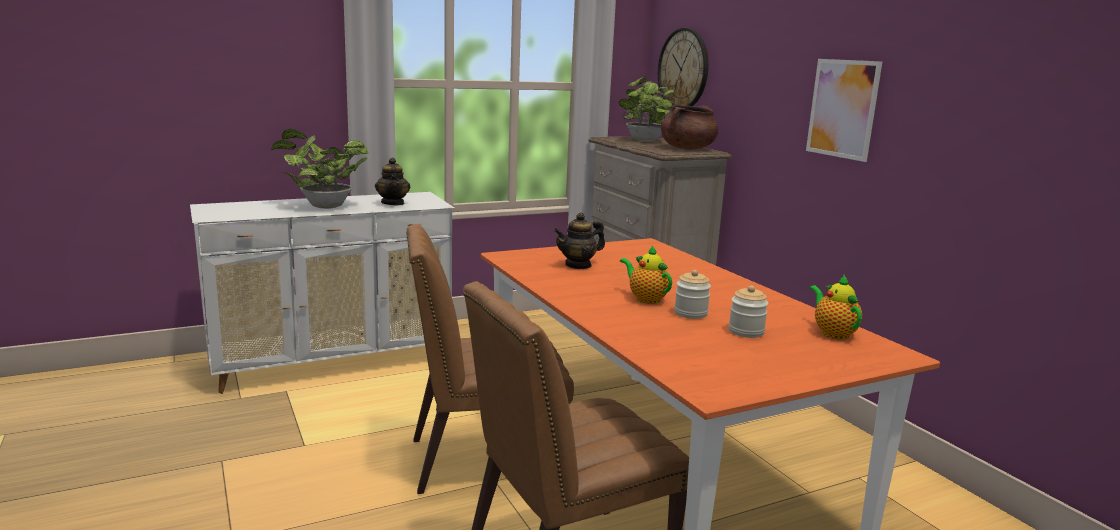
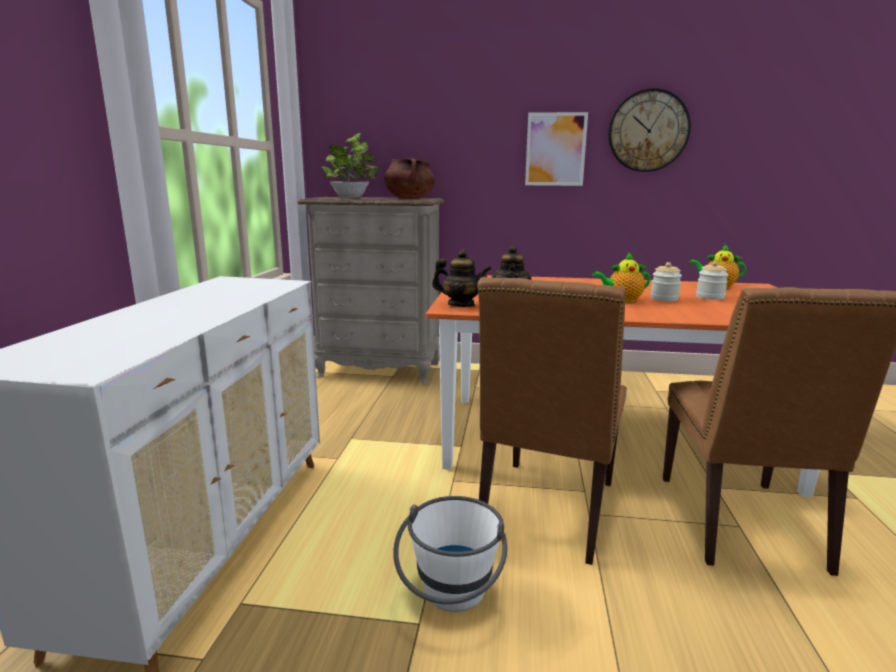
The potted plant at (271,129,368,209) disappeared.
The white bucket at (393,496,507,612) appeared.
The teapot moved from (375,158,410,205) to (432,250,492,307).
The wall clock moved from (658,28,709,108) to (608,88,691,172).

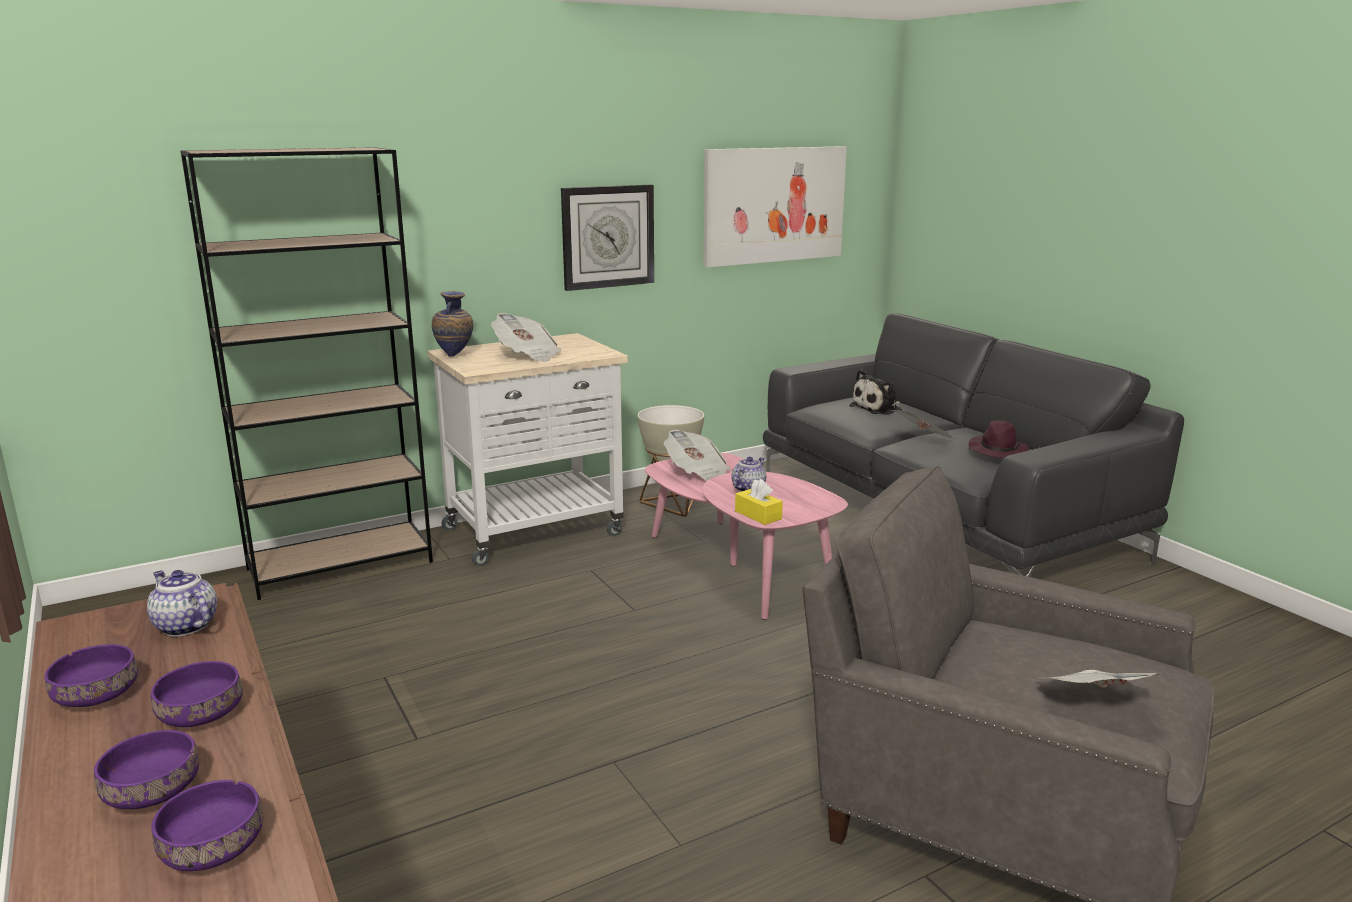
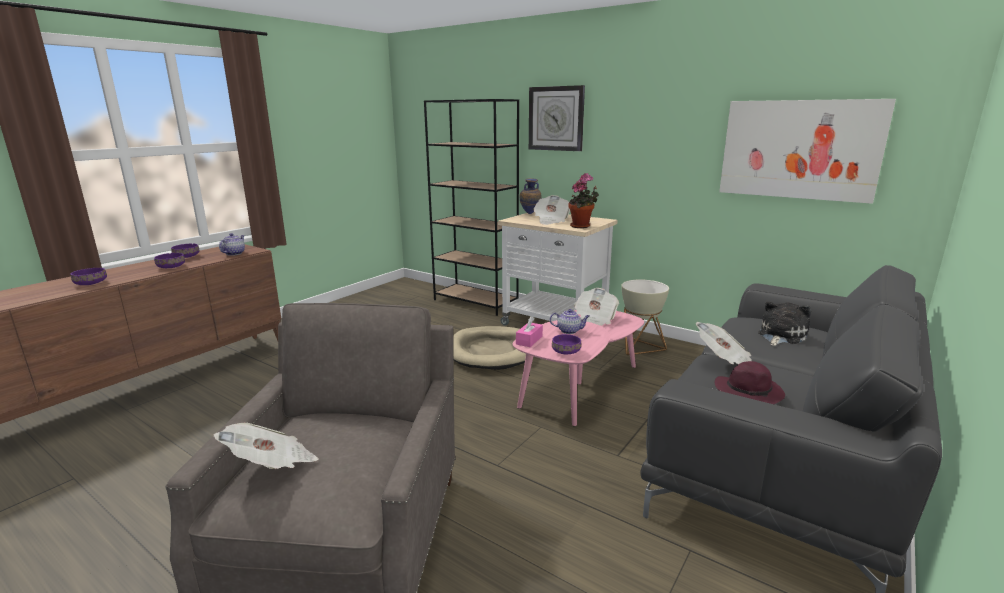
The beige dog bed at (453,326,526,370) appeared.
The potted plant at (568,173,599,228) appeared.
The purple bowl moved from (94,730,199,809) to (552,334,581,354).
The wall clock moved from (561,185,654,291) to (529,85,585,151).
The yellow tissue box at (735,479,783,525) became the pink tissue box at (516,317,543,347).
The plush toy at (849,370,902,415) turned 105 degrees clockwise.

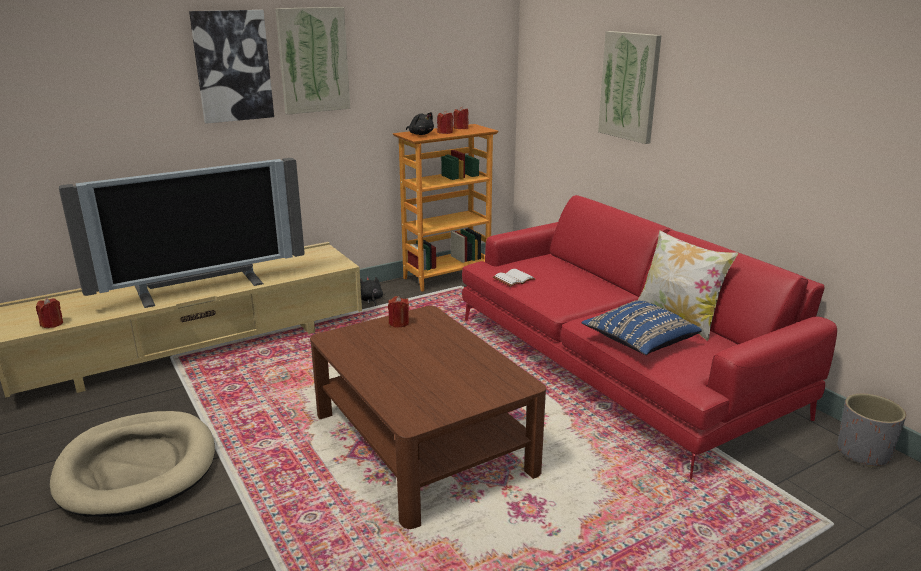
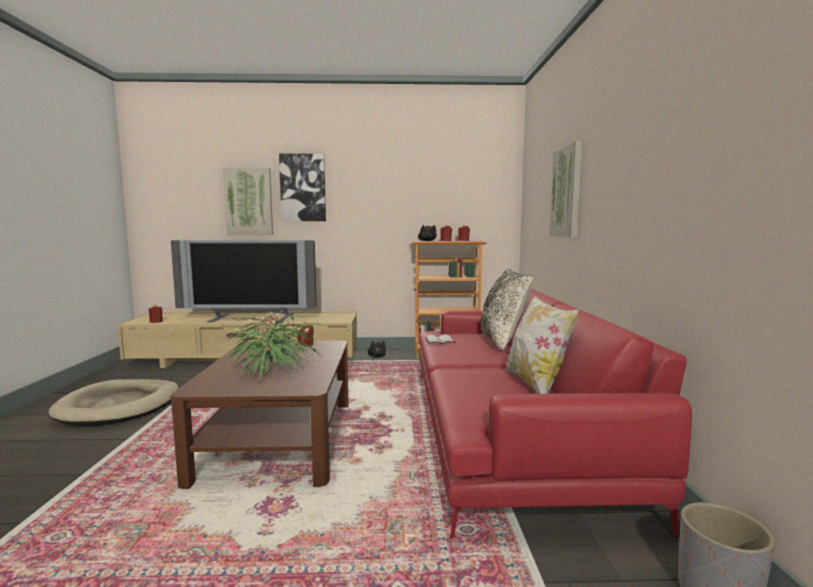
The blue pillow at (581,300,702,355) disappeared.
The potted plant at (228,311,324,381) appeared.
The beige pillow at (481,268,533,351) appeared.
The picture moved from (275,7,350,115) to (223,168,273,235).

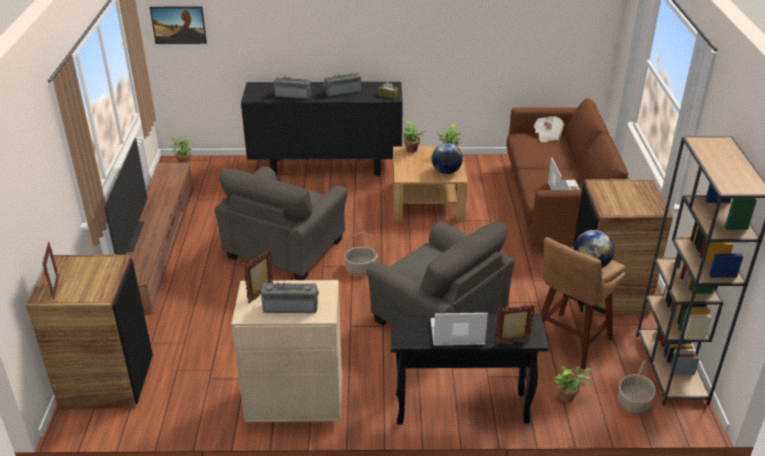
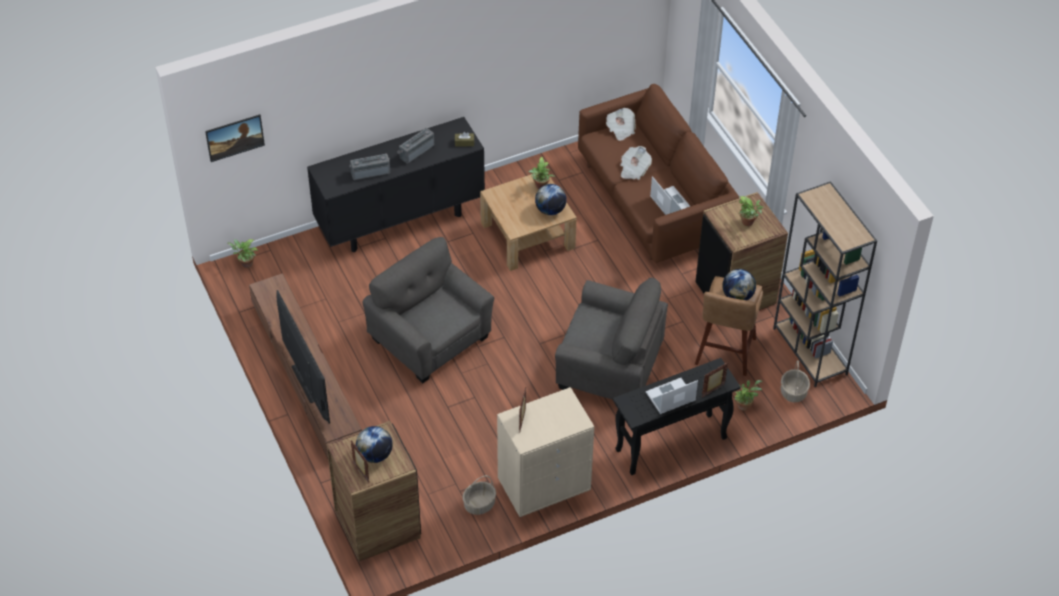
The radio at (260,282,319,313) disappeared.
The globe at (356,426,393,463) appeared.
The newspaper at (620,146,652,180) appeared.
The basket moved from (344,232,378,275) to (463,475,496,515).
The potted plant moved from (403,121,425,153) to (739,196,764,226).
The grey armchair at (215,166,348,280) turned 135 degrees clockwise.

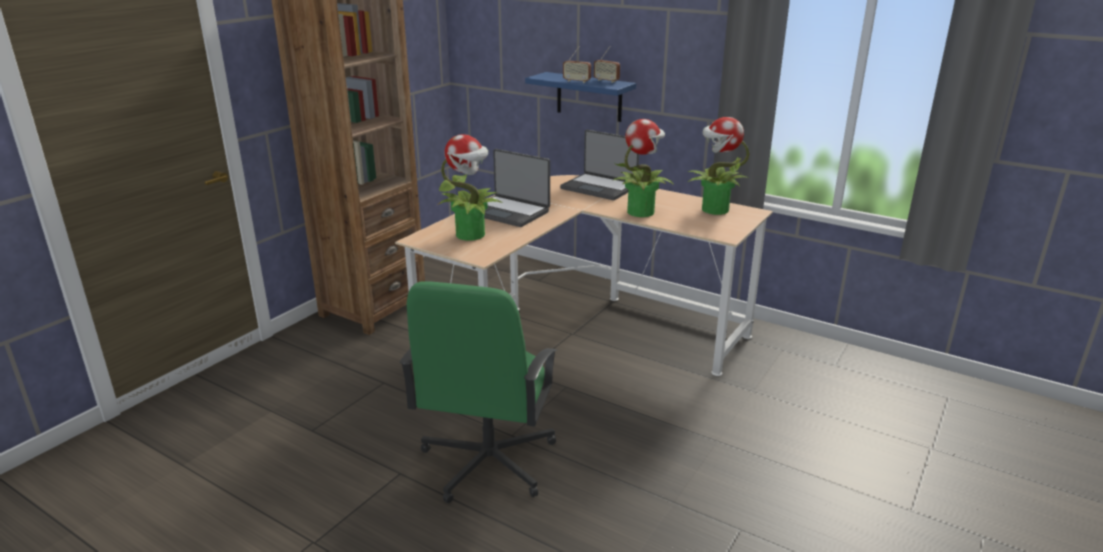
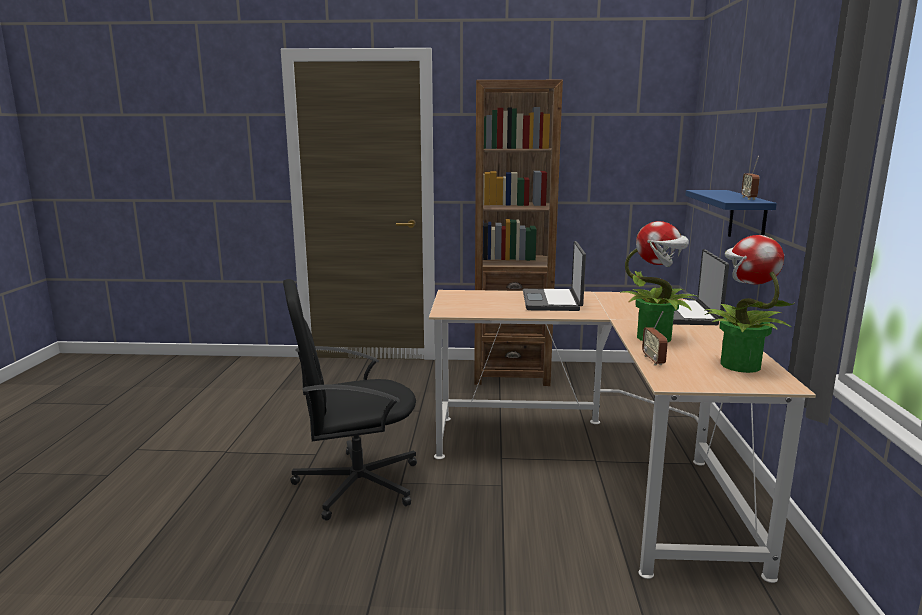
The potted plant at (438,134,504,241) disappeared.
The radio moved from (563,46,591,83) to (642,311,668,366).
The green office chair at (400,281,557,503) became the black office chair at (283,279,417,521).

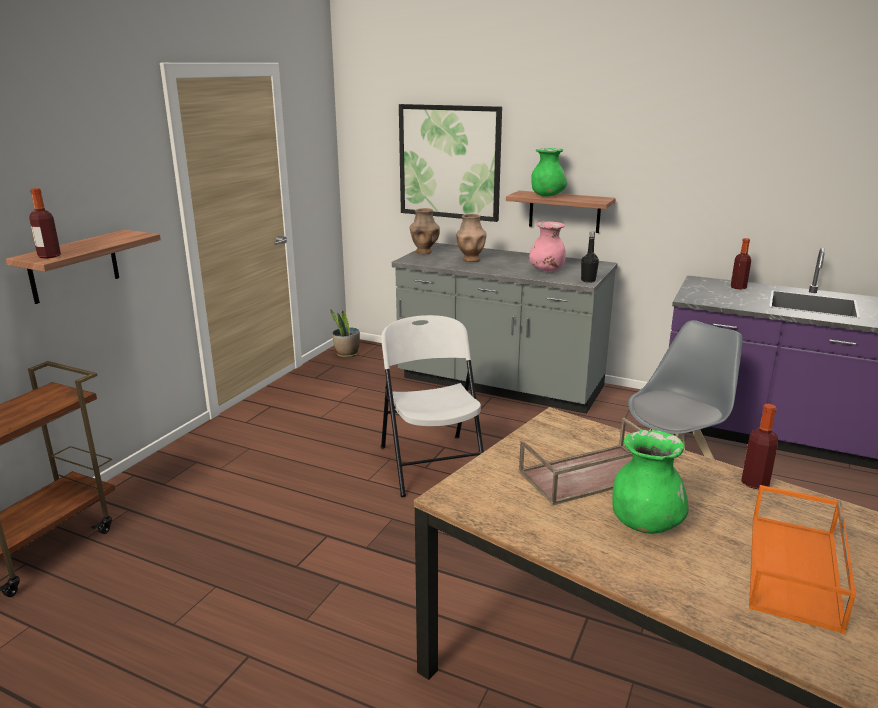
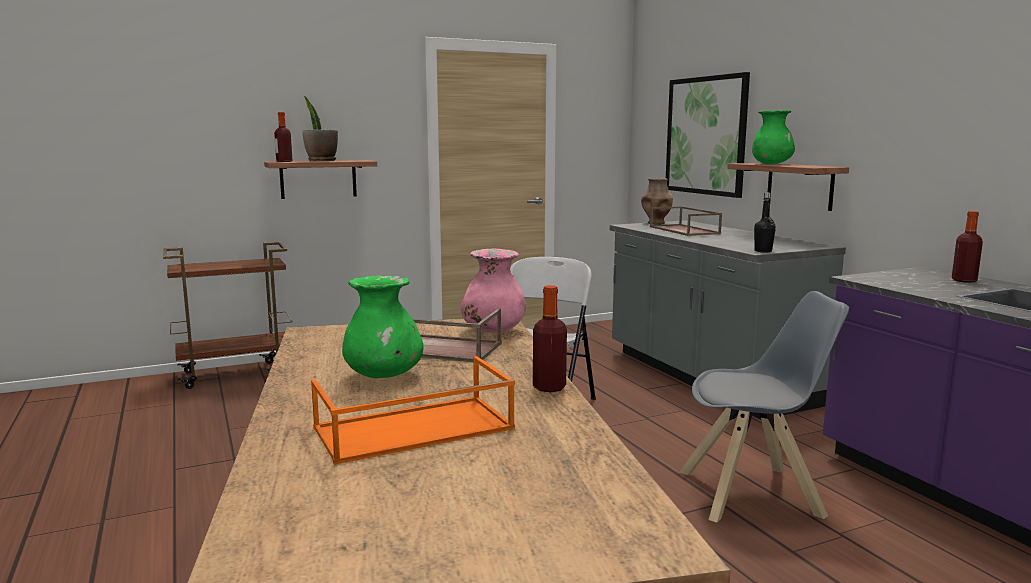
The potted plant moved from (331,310,360,358) to (302,96,338,161).
The pink vase moved from (529,221,566,271) to (461,248,526,333).
The brown vase at (456,214,486,262) was replaced by the brown tray at (650,206,722,236).

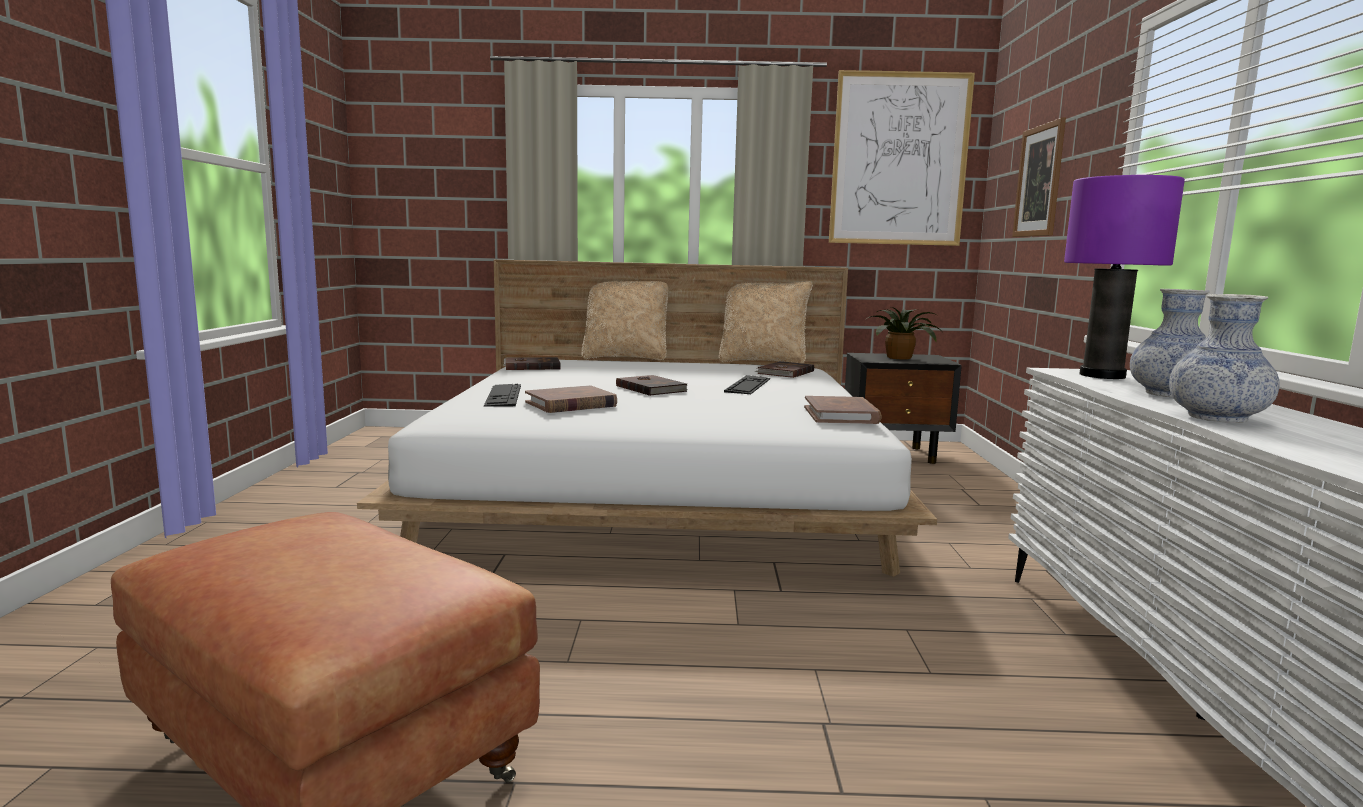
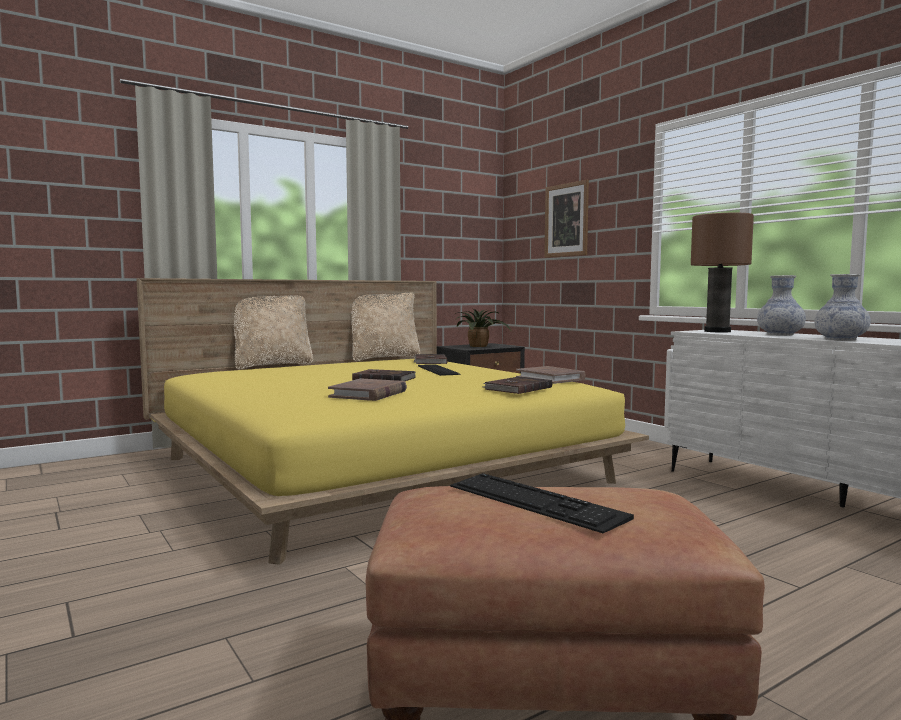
The picture at (829,70,975,246) disappeared.
The keyboard moved from (484,384,521,407) to (450,473,634,533).
The brown book moved from (503,357,560,370) to (483,377,552,394).
The white bed at (357,259,937,577) became the yellow bed at (136,278,649,565).
The purple table lamp at (1064,175,1185,379) became the brown table lamp at (691,213,754,332).

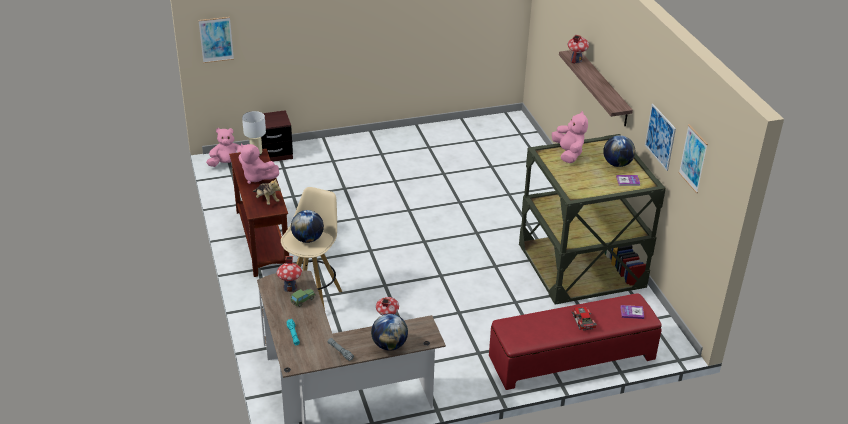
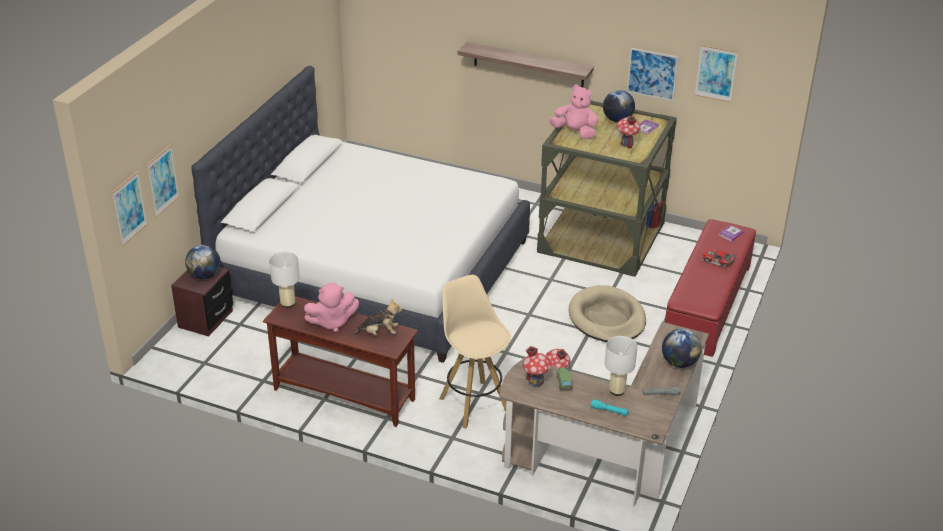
The pink plush toy at (206,128,242,167) disappeared.
The picture at (147,145,179,217) appeared.
The white bed at (191,66,530,363) appeared.
The beige dog bed at (568,285,646,342) appeared.
The white table lamp at (605,336,637,396) appeared.
The globe moved from (291,210,324,243) to (185,245,221,279).
The toy house moved from (568,34,589,64) to (616,116,641,149).

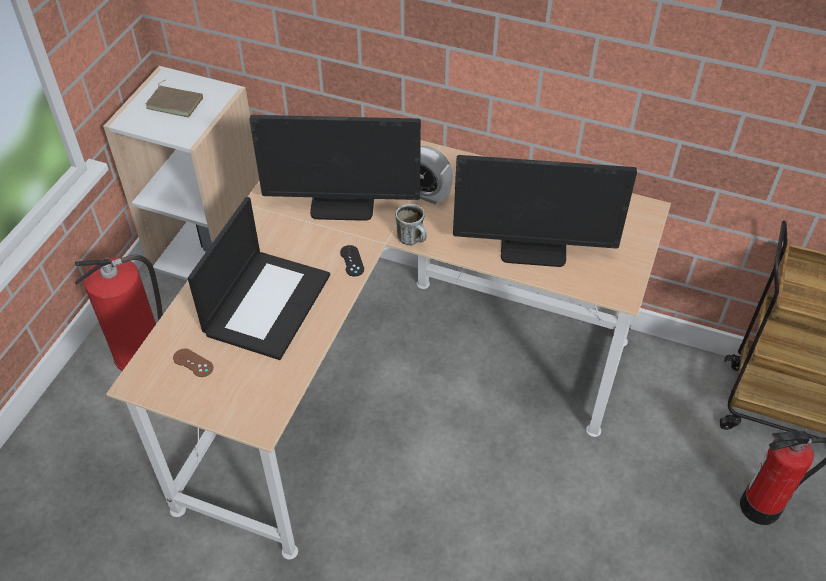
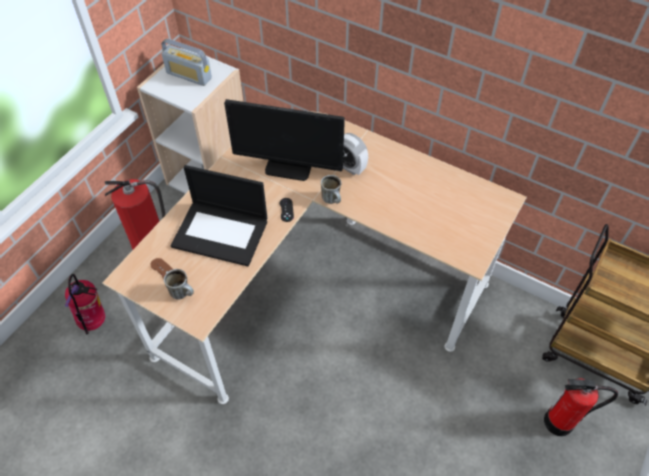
The monitor at (453,155,637,267) disappeared.
The fire extinguisher at (65,274,105,334) appeared.
The mug at (164,269,194,300) appeared.
The brown book at (146,80,203,117) was replaced by the radio at (161,39,212,86).
The laptop at (188,197,330,360) turned 75 degrees clockwise.

